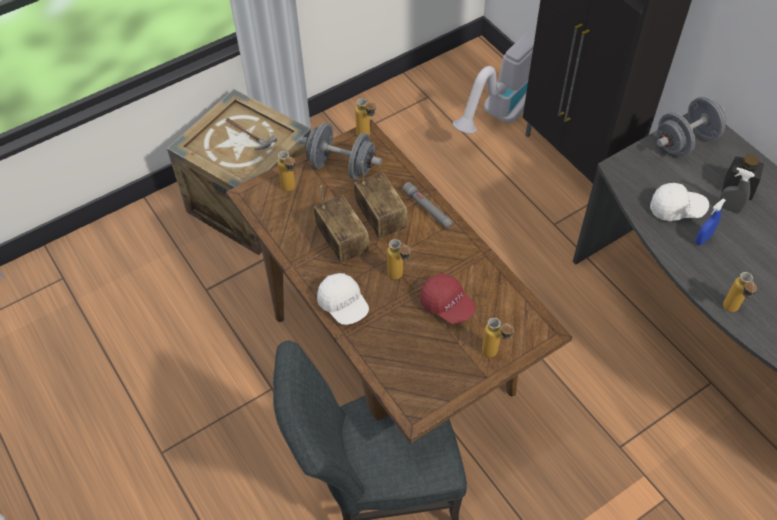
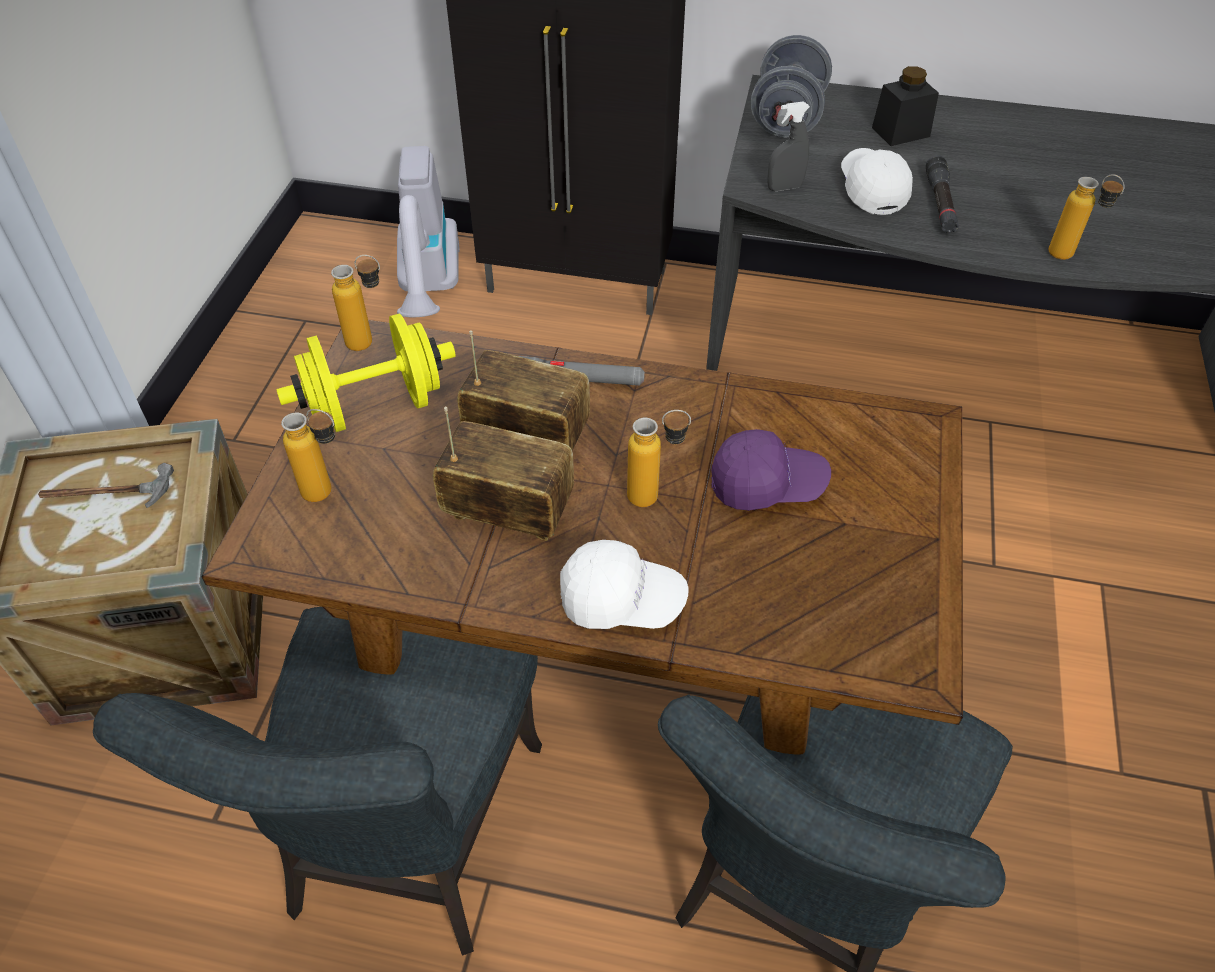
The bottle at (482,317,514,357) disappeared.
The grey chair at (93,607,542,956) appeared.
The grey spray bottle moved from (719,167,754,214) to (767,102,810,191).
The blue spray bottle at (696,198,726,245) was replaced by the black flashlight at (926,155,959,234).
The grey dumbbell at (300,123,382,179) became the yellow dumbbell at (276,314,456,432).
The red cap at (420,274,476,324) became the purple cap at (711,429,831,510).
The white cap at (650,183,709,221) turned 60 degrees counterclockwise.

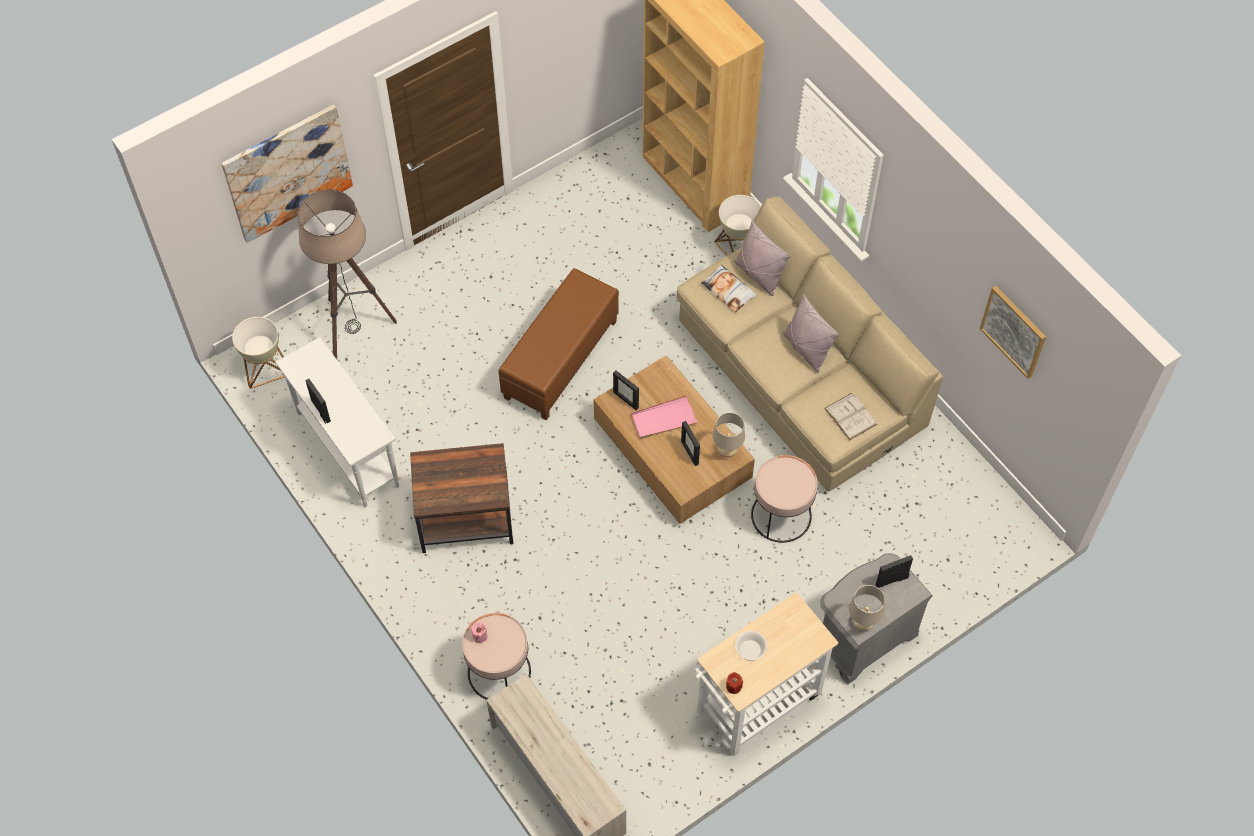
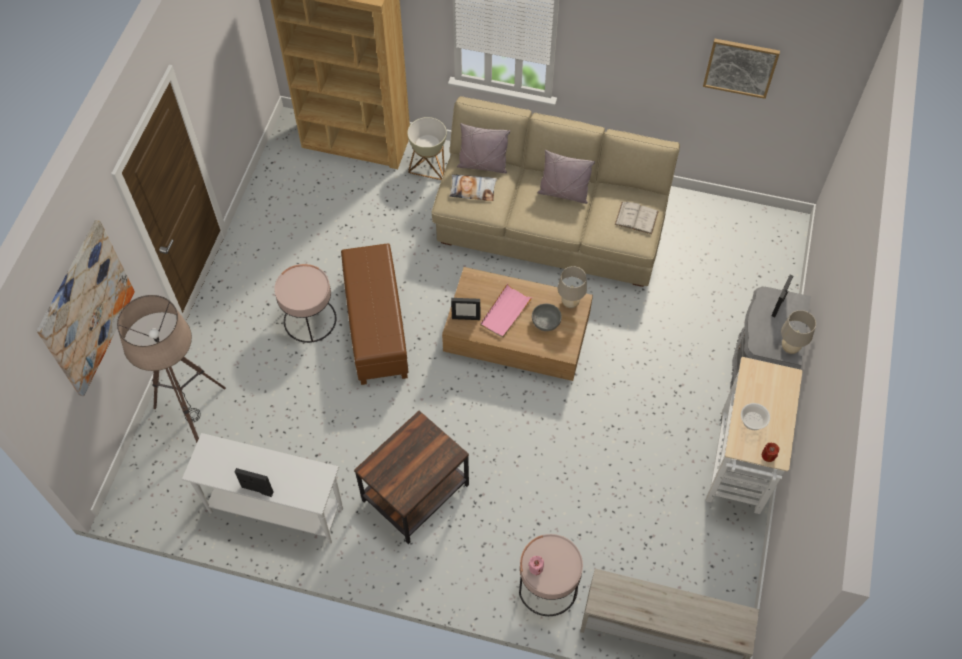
The planter at (232,317,285,388) disappeared.
The pink side table moved from (751,455,818,543) to (274,264,336,343).
The picture frame at (681,421,700,466) was replaced by the grey bowl at (532,304,562,331).

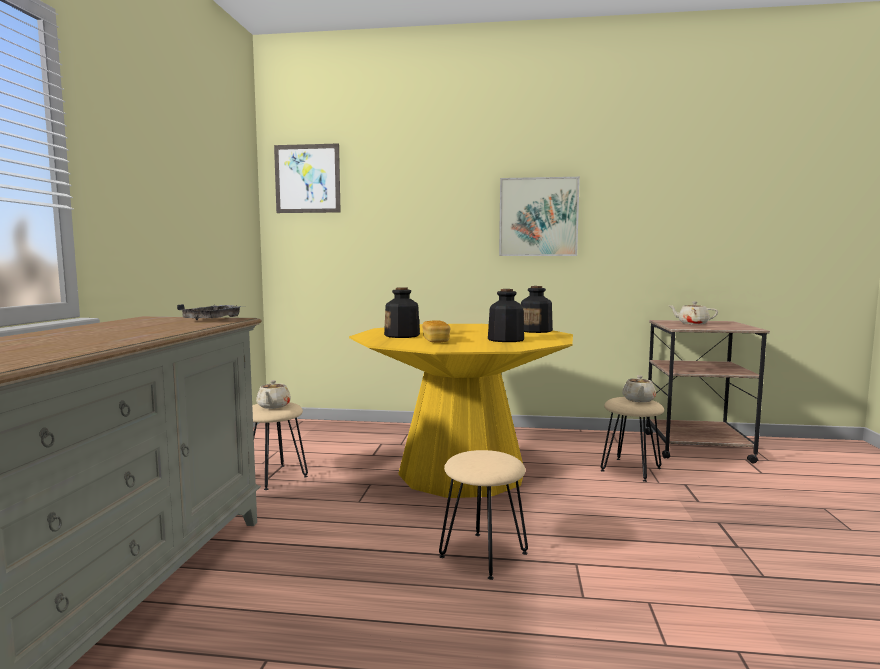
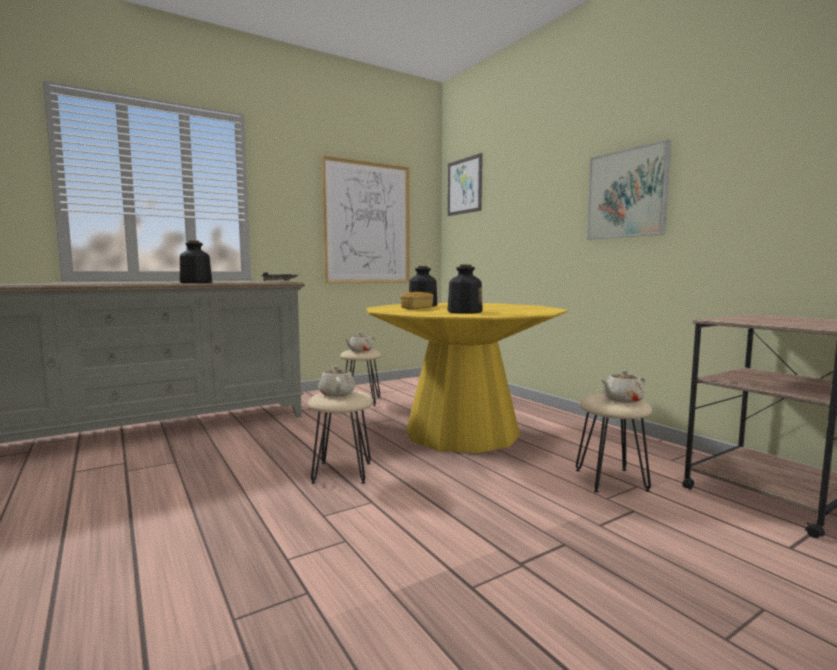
The picture at (321,155,410,284) appeared.
The bottle moved from (521,286,553,333) to (180,240,212,283).
The beige teapot moved from (668,301,718,325) to (318,366,355,397).

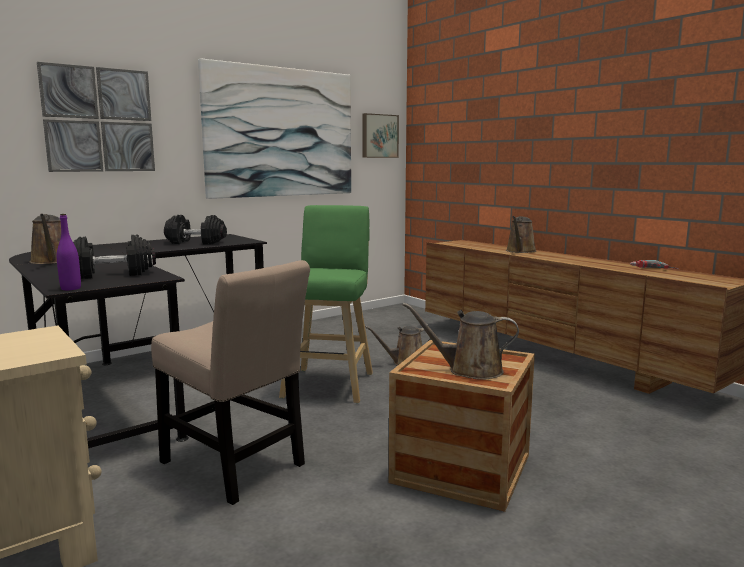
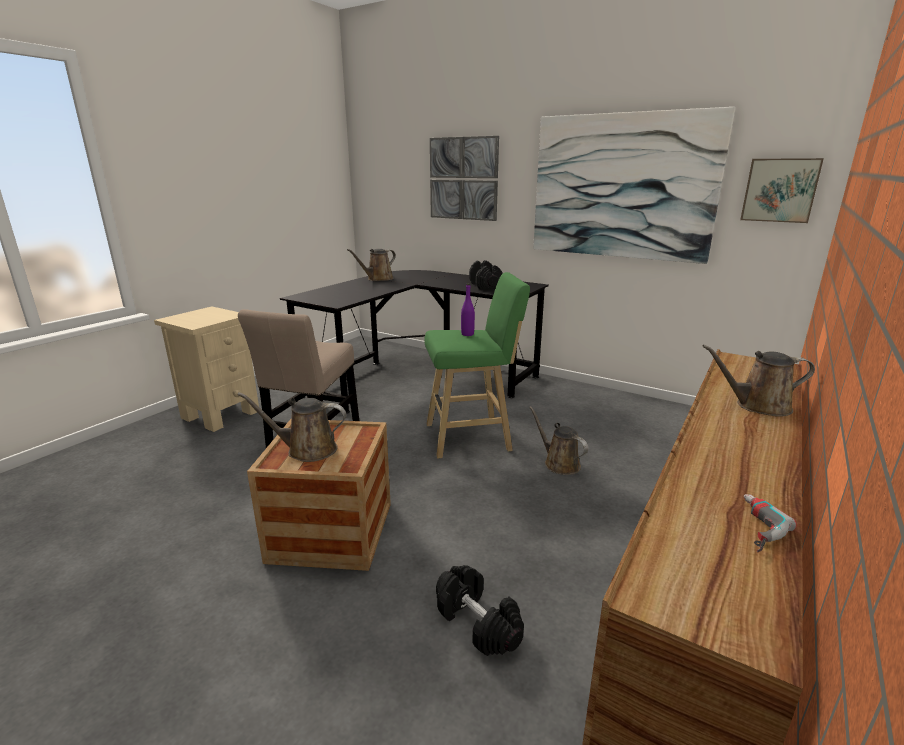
The purple bottle moved from (57,214,81,290) to (461,284,475,336).
The black dumbbell moved from (73,234,156,279) to (436,565,524,656).
The brown watering can at (403,303,519,380) turned 75 degrees counterclockwise.

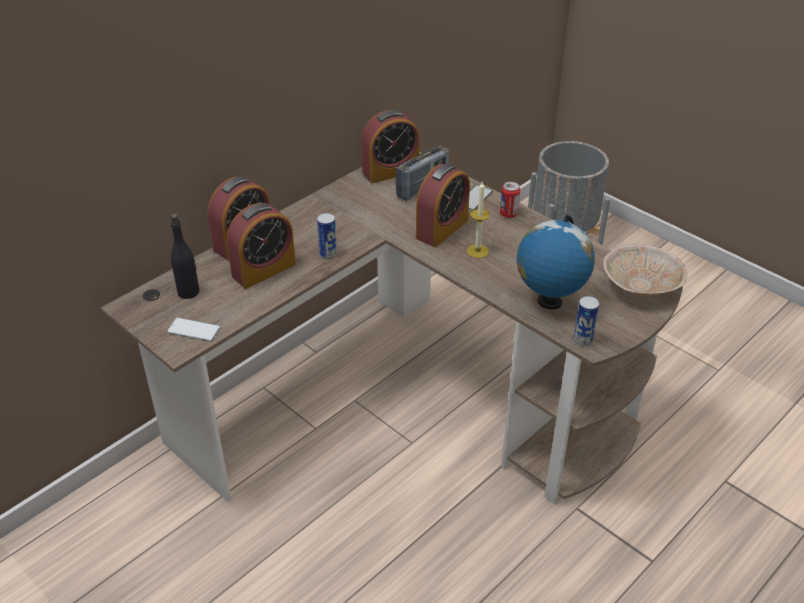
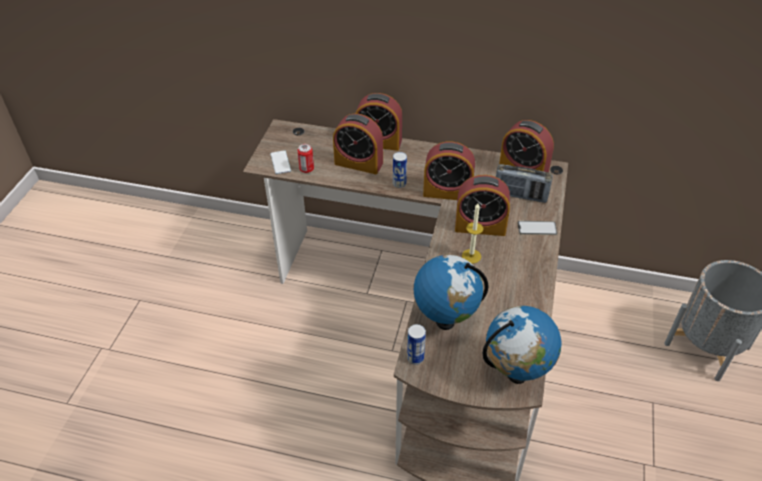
The black bottle at (171,214,199,299) disappeared.
The alarm clock at (423,142,475,200) appeared.
The can moved from (500,182,520,218) to (297,144,314,173).
The beige bowl at (603,244,687,296) was replaced by the globe at (483,306,562,384).

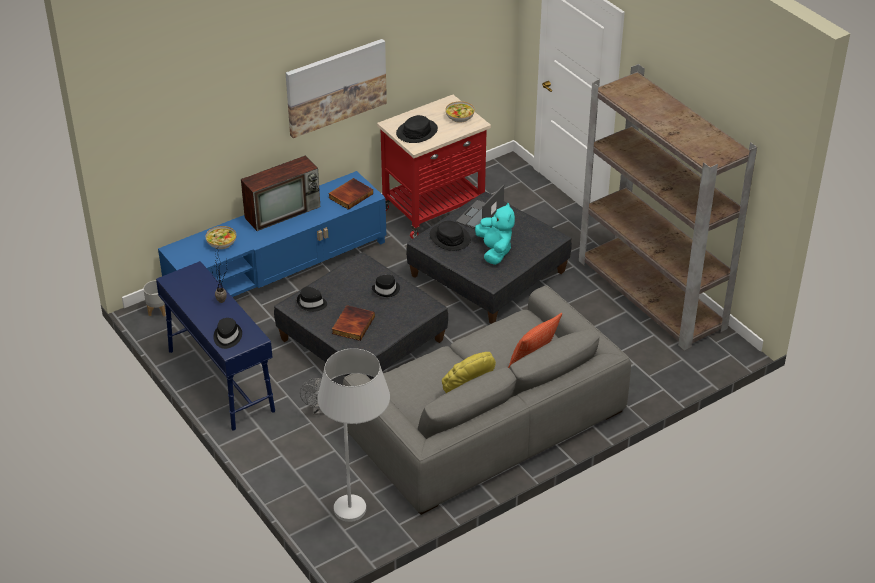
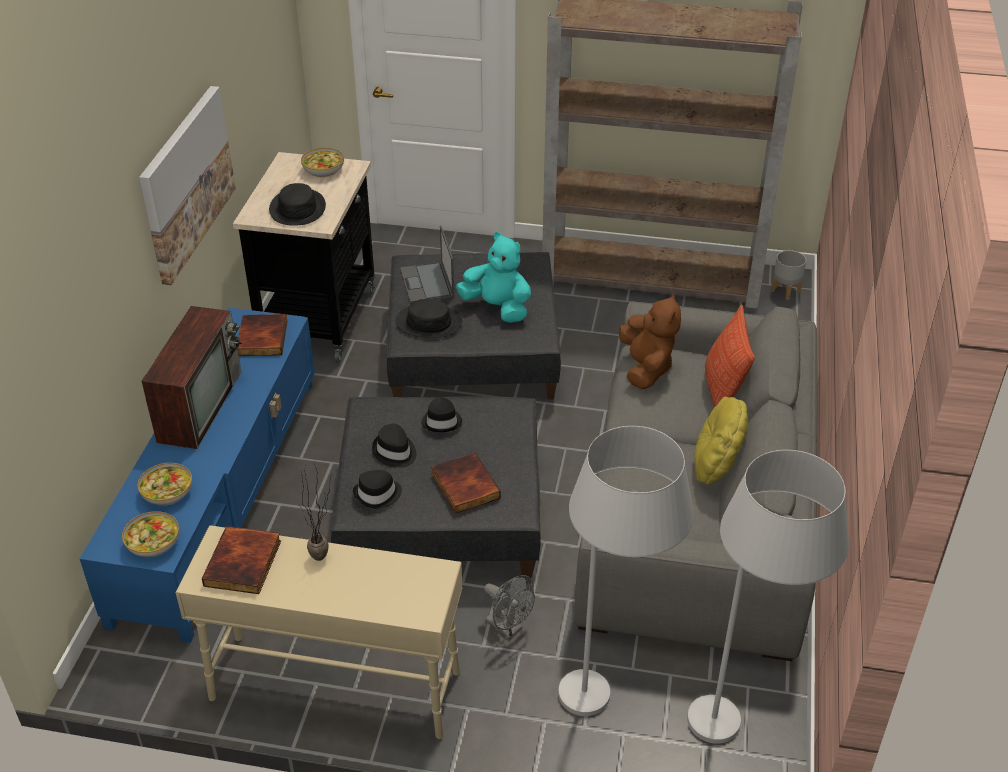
The bowl at (122,511,179,557) appeared.
The book at (202,526,281,594) appeared.
The white floor lamp at (558,426,694,716) appeared.
The brown plush toy at (619,293,681,389) appeared.
The grey planter moved from (143,280,166,316) to (771,250,806,300).
The black hat moved from (213,318,242,349) to (372,424,416,468).
The blue console table at (156,261,275,431) became the beige console table at (176,525,462,739).
The red cart at (377,95,491,239) became the black cart at (233,152,375,363).

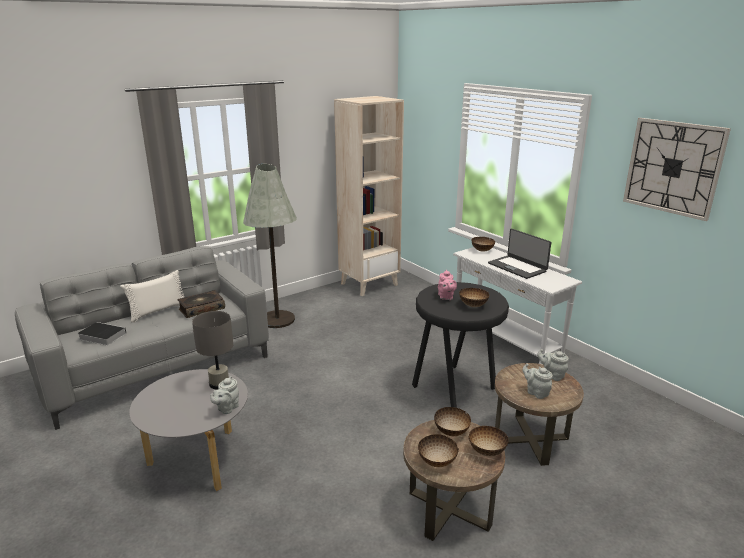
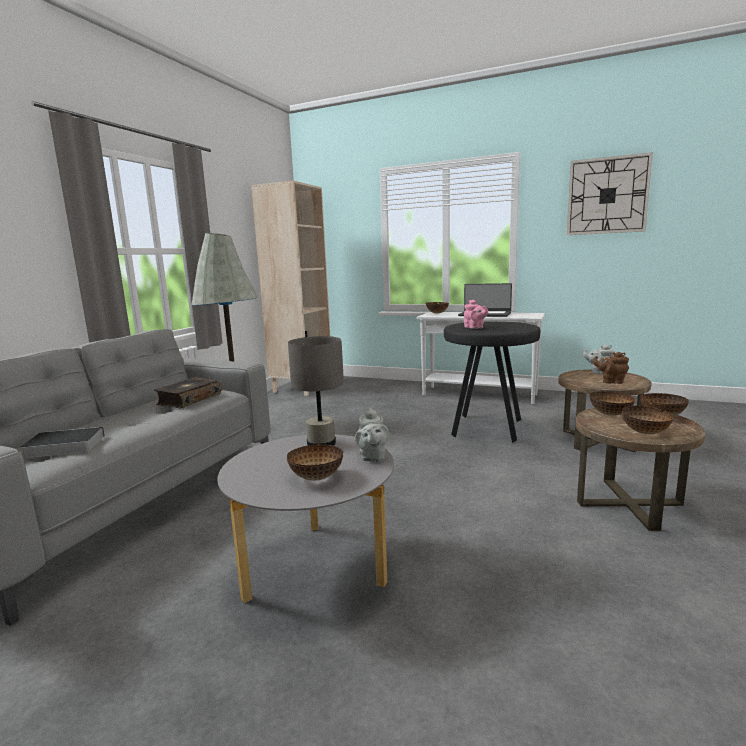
The white pillow at (120,270,185,322) disappeared.
The bowl moved from (459,288,489,307) to (287,444,343,481).
The grey teapot at (522,363,553,399) became the brown teapot at (593,352,629,384).

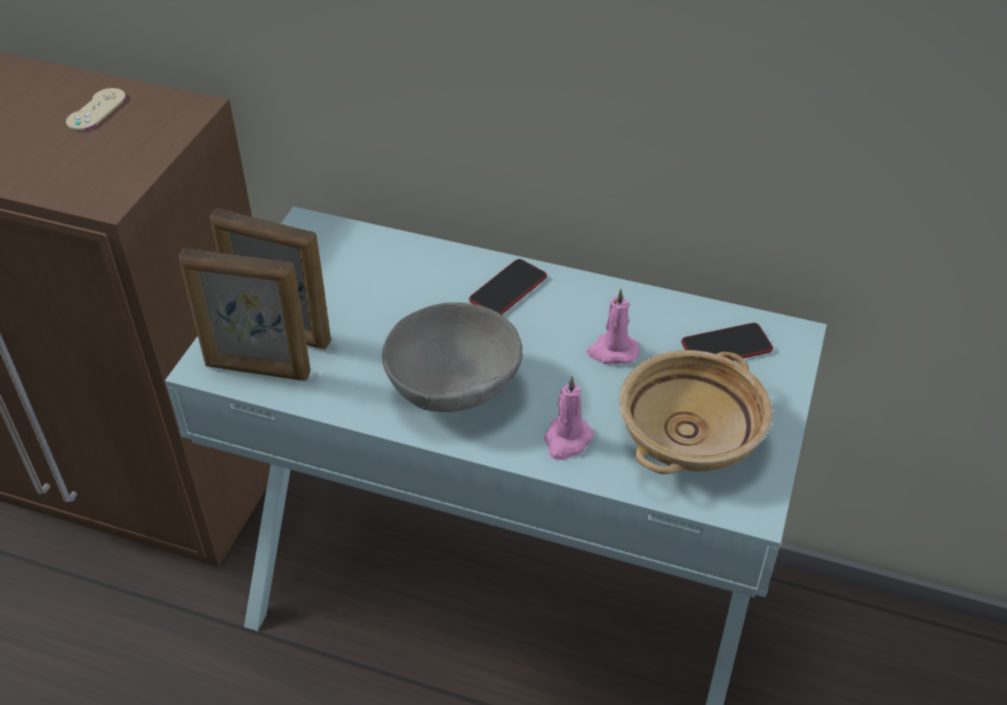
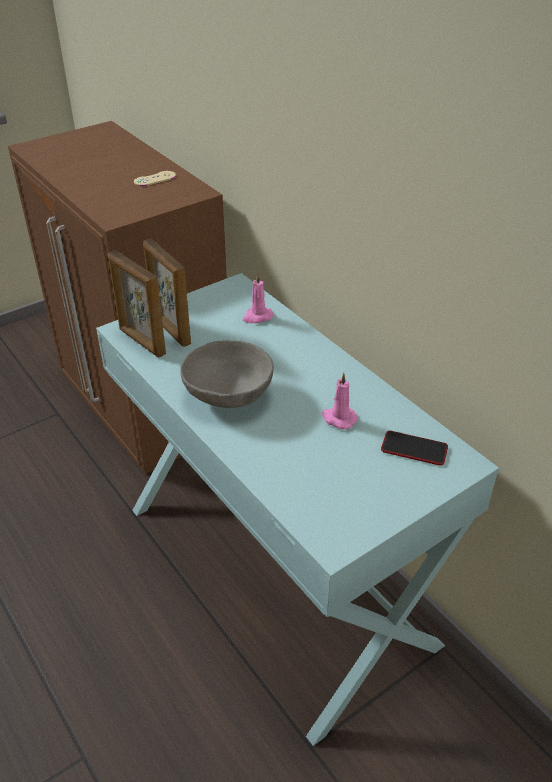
The phone at (469,259,547,315) disappeared.
The beige bowl at (619,350,772,474) disappeared.
The pink candle moved from (544,376,594,460) to (243,273,273,323).

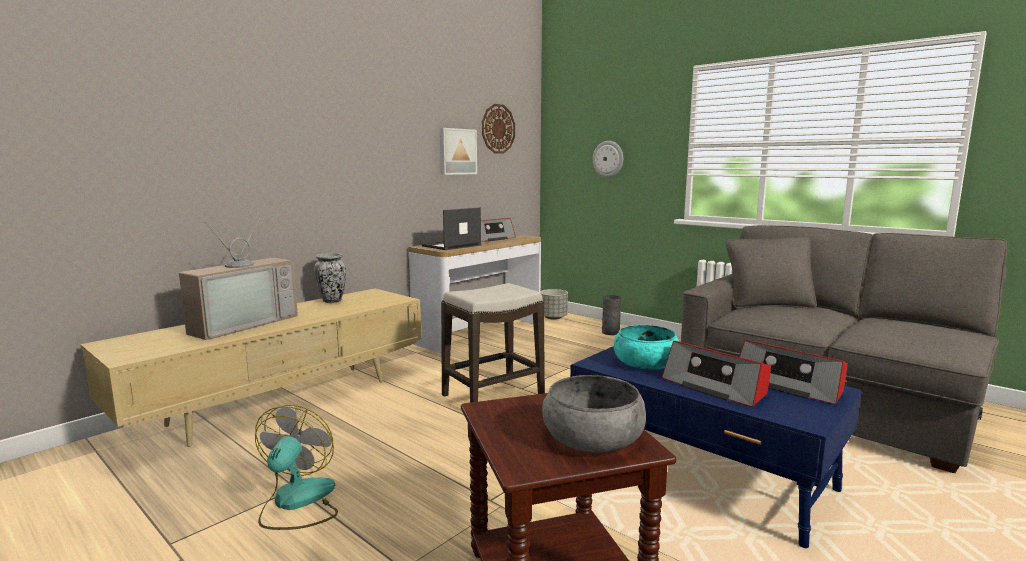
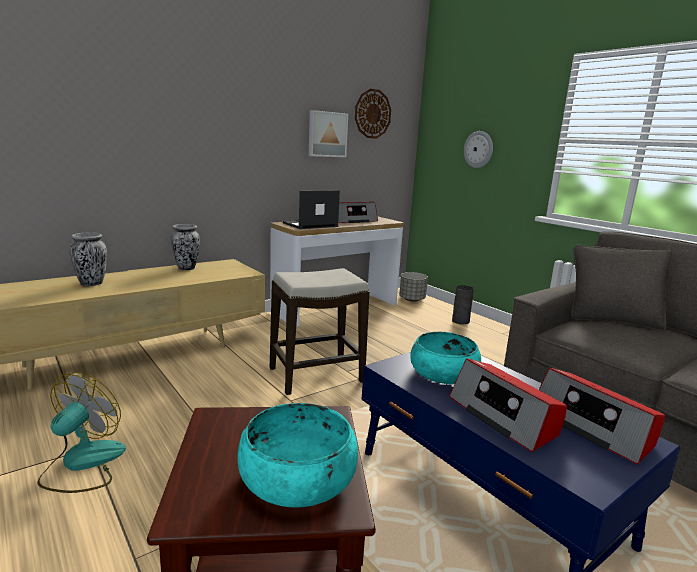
The television at (179,212,298,340) was replaced by the vase at (69,232,107,286).
The grey bowl at (542,375,646,452) became the turquoise bowl at (237,403,358,508).

